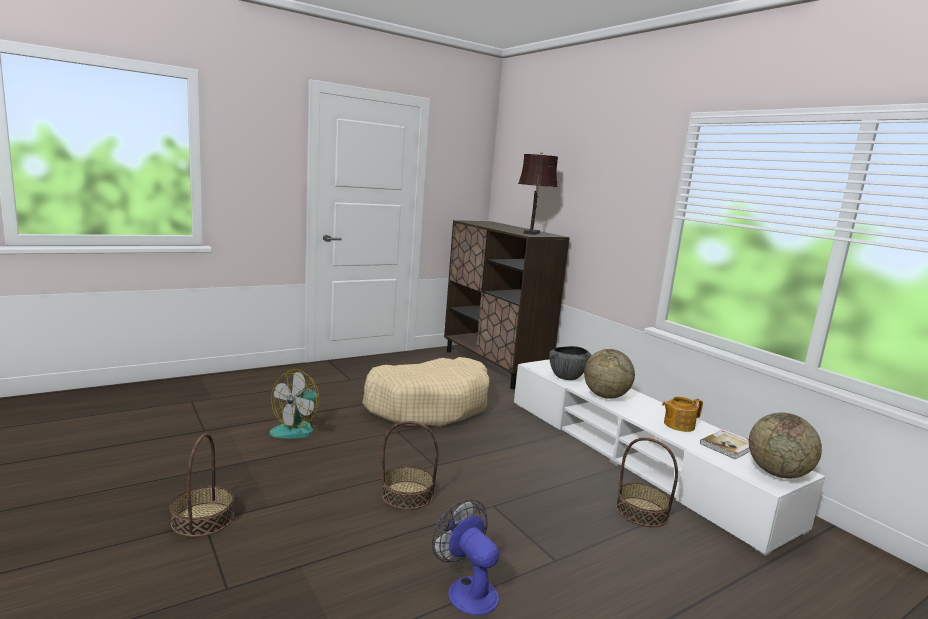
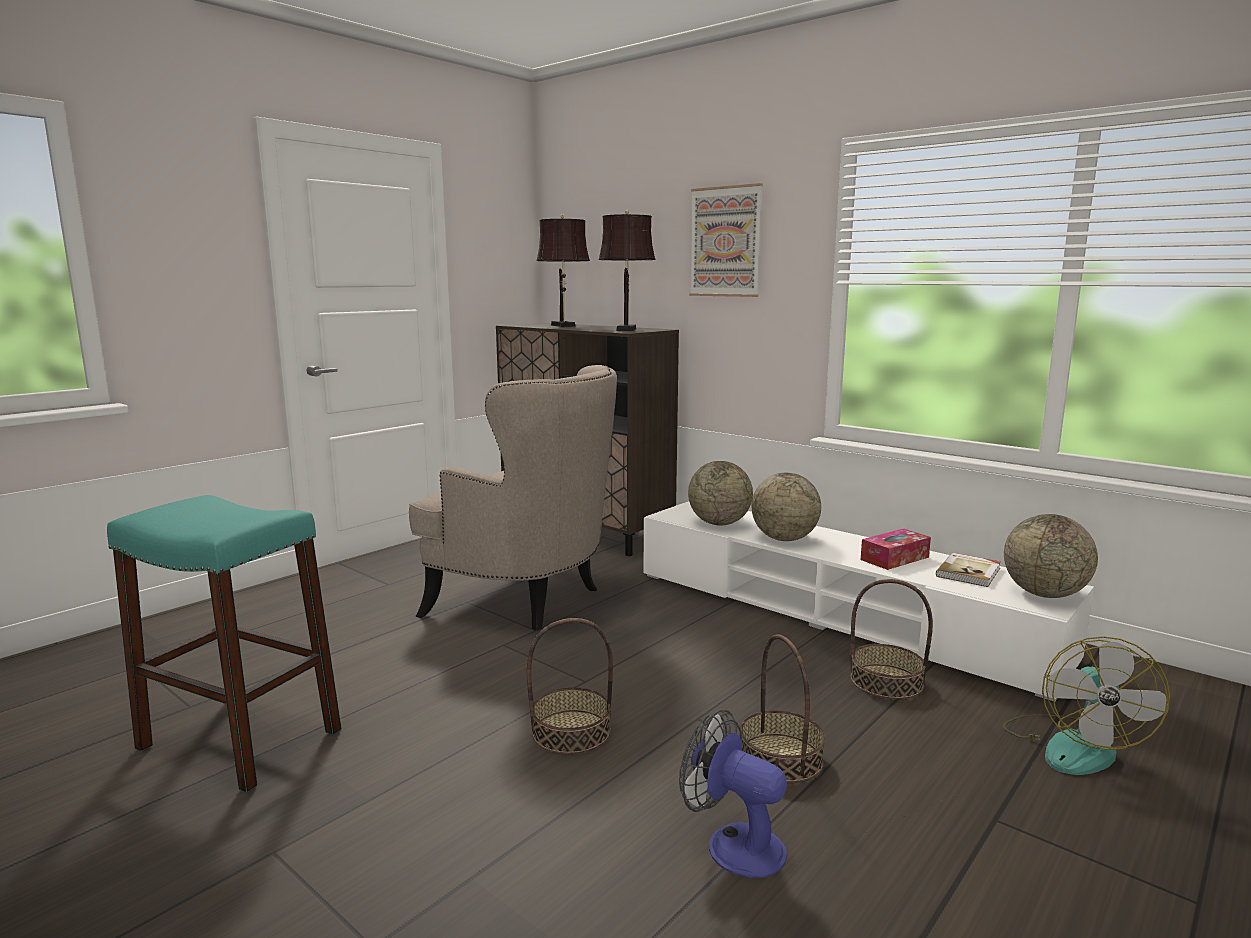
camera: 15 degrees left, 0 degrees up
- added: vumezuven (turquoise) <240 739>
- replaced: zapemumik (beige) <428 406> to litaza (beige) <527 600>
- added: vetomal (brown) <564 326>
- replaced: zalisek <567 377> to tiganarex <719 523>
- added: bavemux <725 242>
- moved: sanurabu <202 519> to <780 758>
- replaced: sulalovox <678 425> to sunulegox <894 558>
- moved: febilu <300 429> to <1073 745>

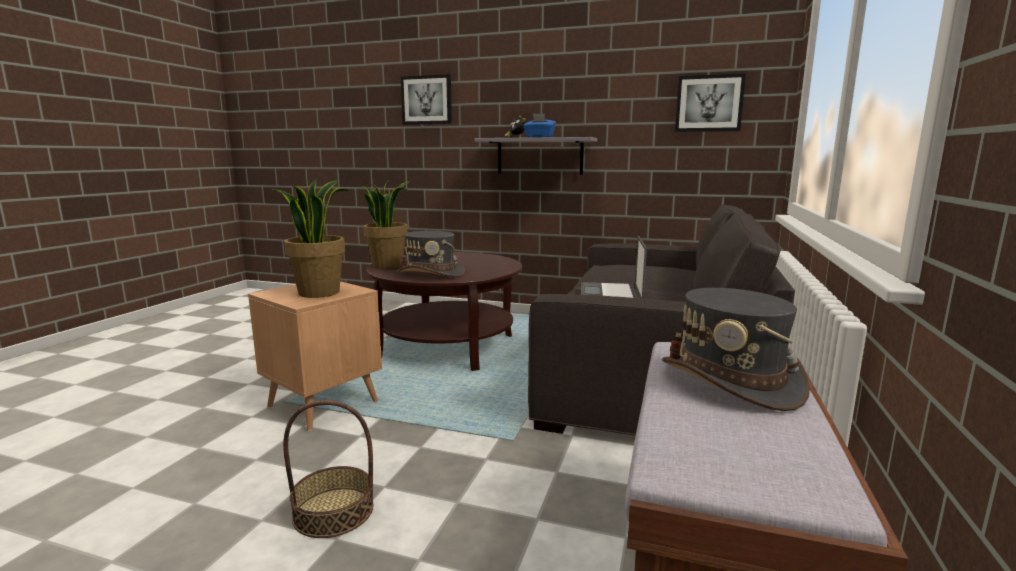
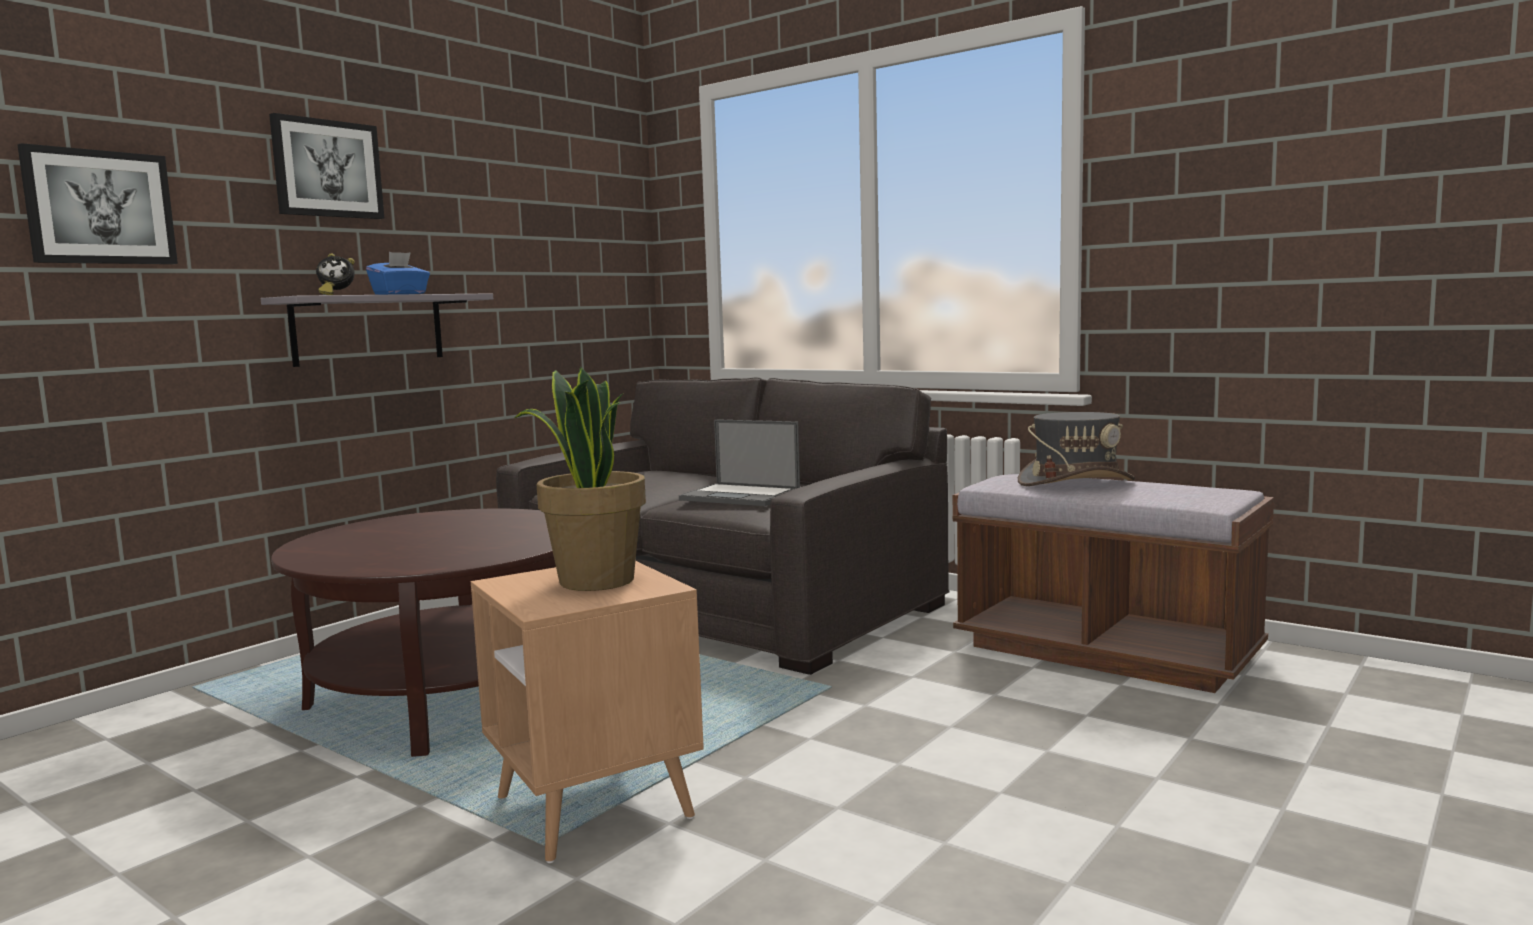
camera: 70 degrees left, 5 degrees down
- moved: bavemux <709 103> to <327 169>
- removed: sanurabu <333 512>
- removed: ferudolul <388 265>
- removed: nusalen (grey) <431 273>

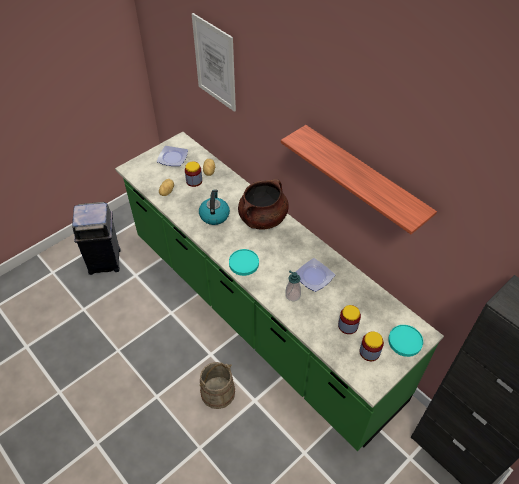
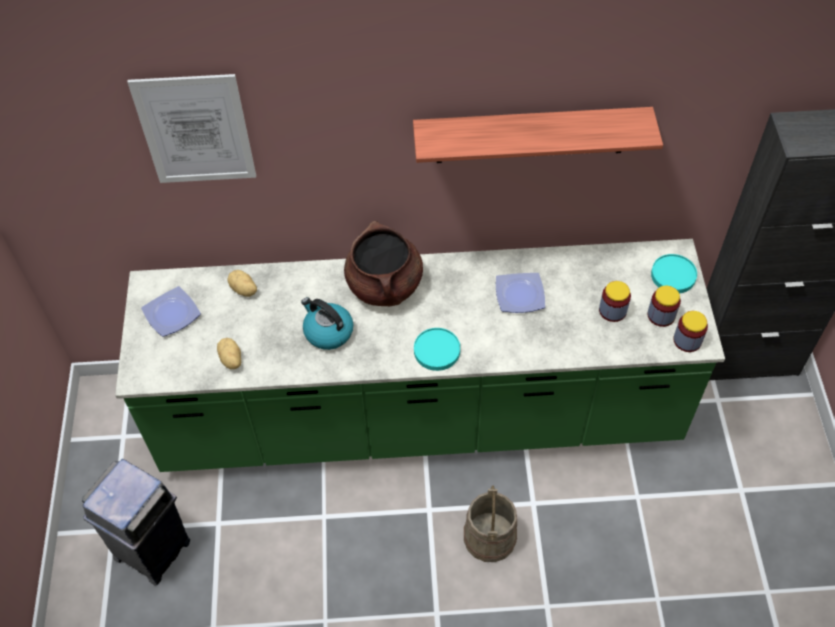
camera: 50 degrees left, 5 degrees up
- moved: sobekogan <194 181> to <687 340>
- removed: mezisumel <293 295>

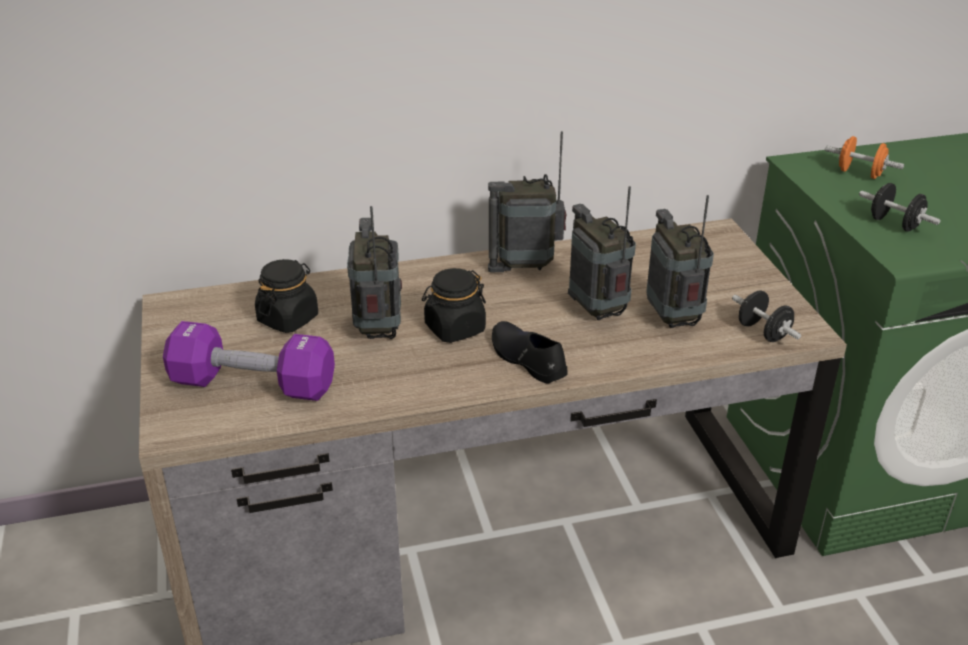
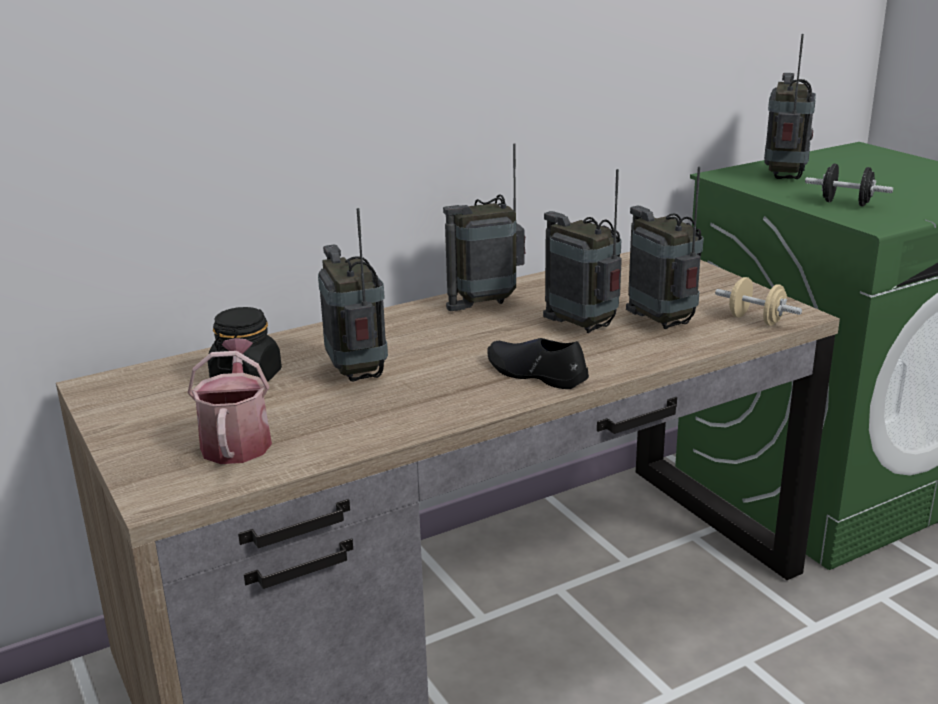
camera: 15 degrees left, 10 degrees down
- replaced: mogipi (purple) <253 384> to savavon <237 440>
- recoloured: mogipi (black) <763 332> to mogipi (beige) <756 320>
- replaced: mogipi (orange) <859 173> to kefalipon <785 176>
- removed: sobekogan (black) <454 329>

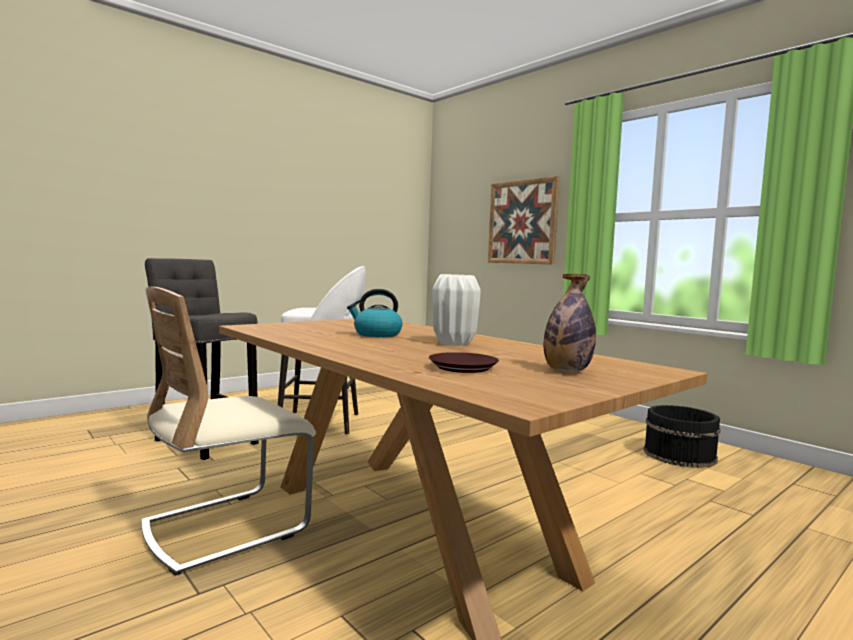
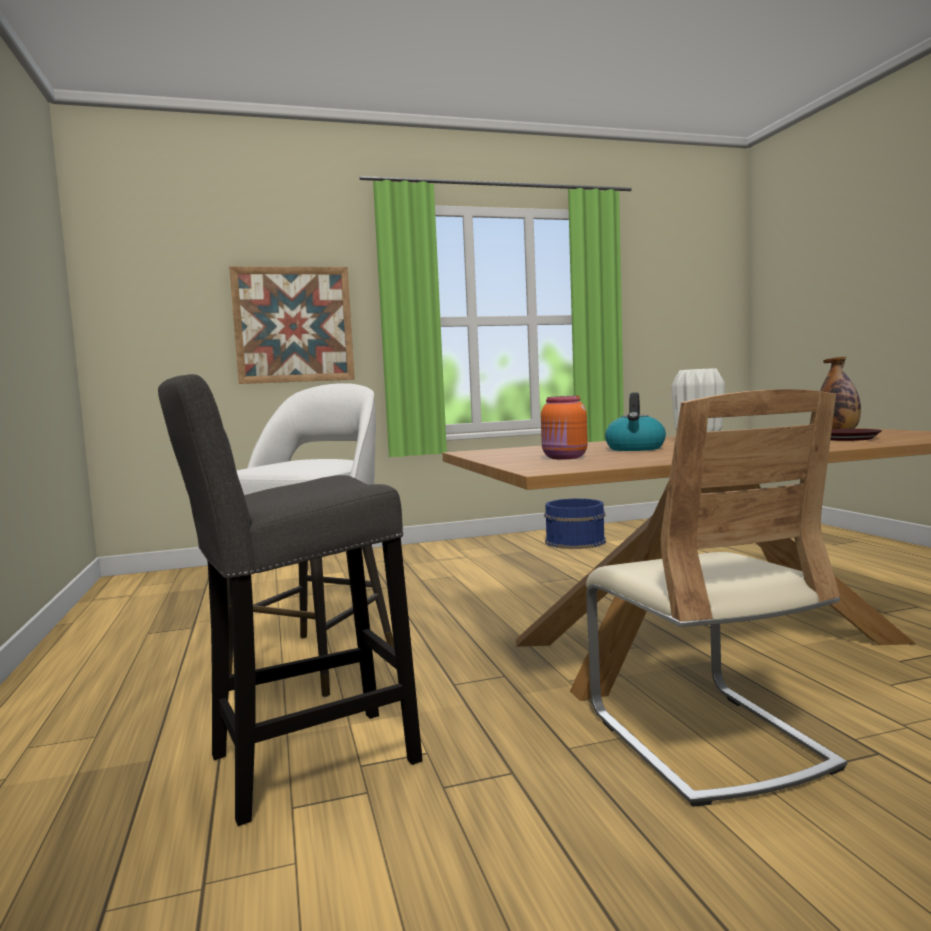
camera: 65 degrees left, 0 degrees up
- added: sobekogan (orange) <565 458>
- recoloured: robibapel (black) <679 454> to robibapel (blue) <574 541>

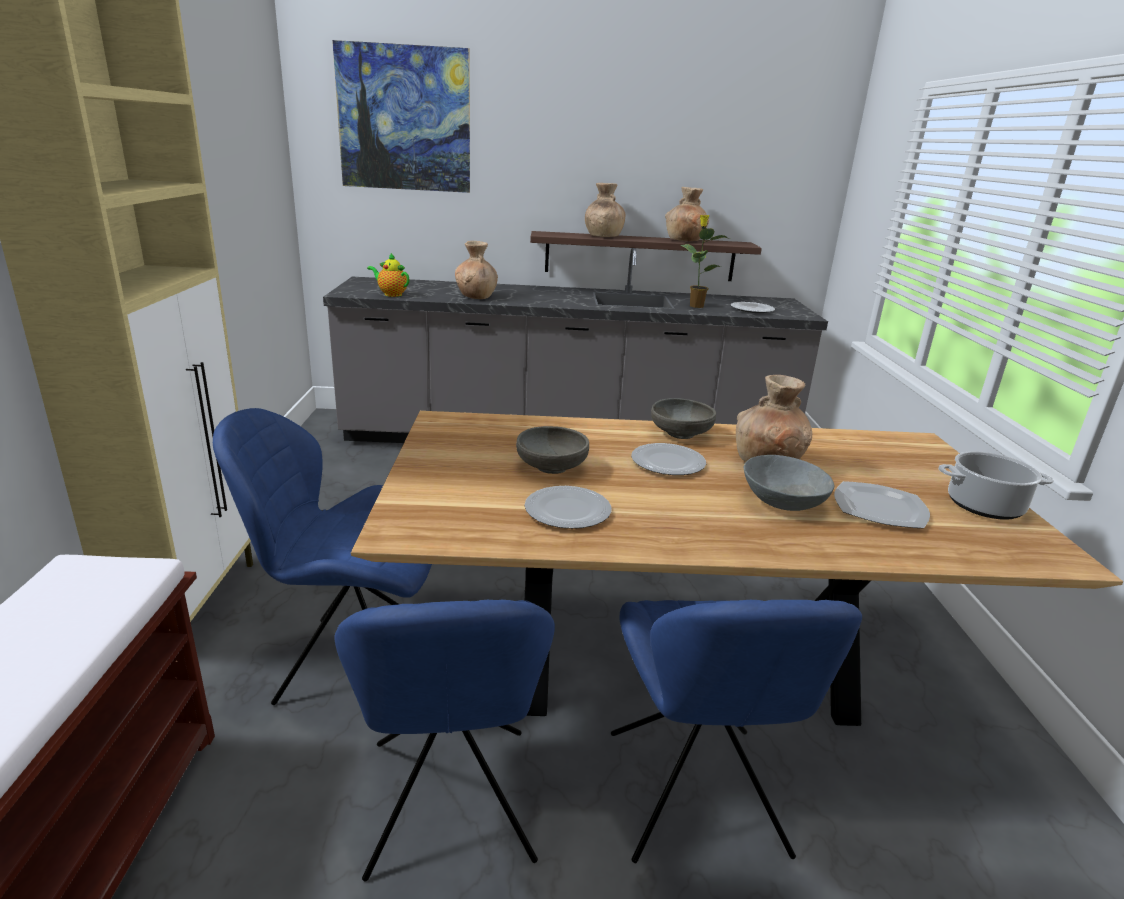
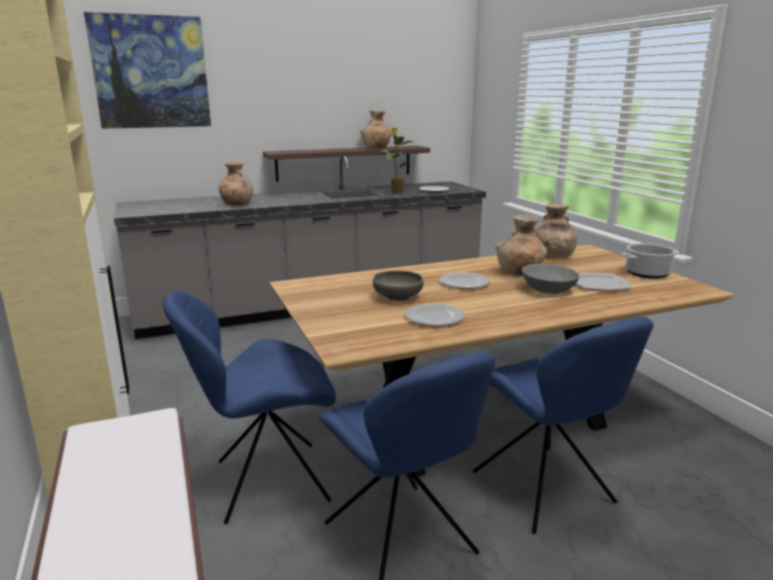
camera: 20 degrees left, 5 degrees down
- moved: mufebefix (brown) <603 236> to <552 256>
- removed: sulalovox <391 294>
- removed: zalisek (grey) <681 433>

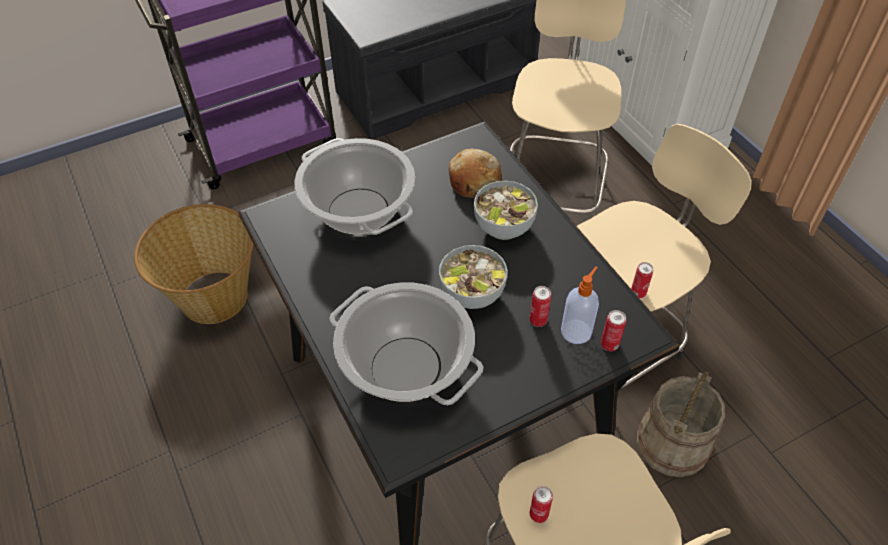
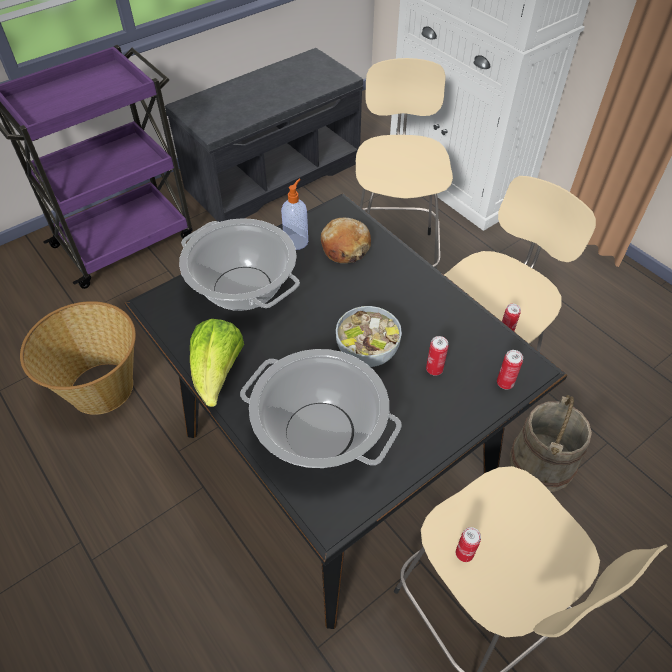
camera: 10 degrees left, 0 degrees up
- added: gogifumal <218 374>
- moved: mezisumel <576 331> to <296 241>
- removed: zalisek <504 227>

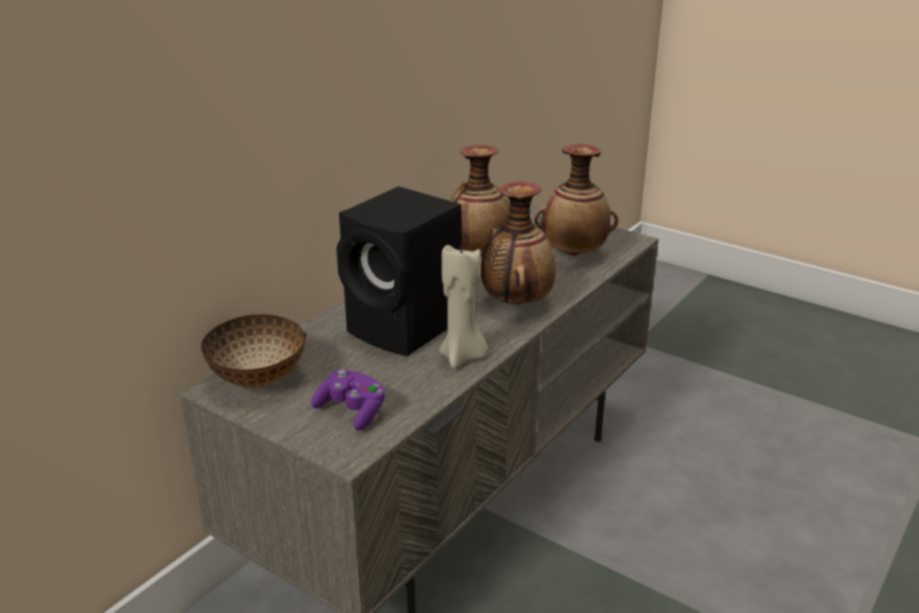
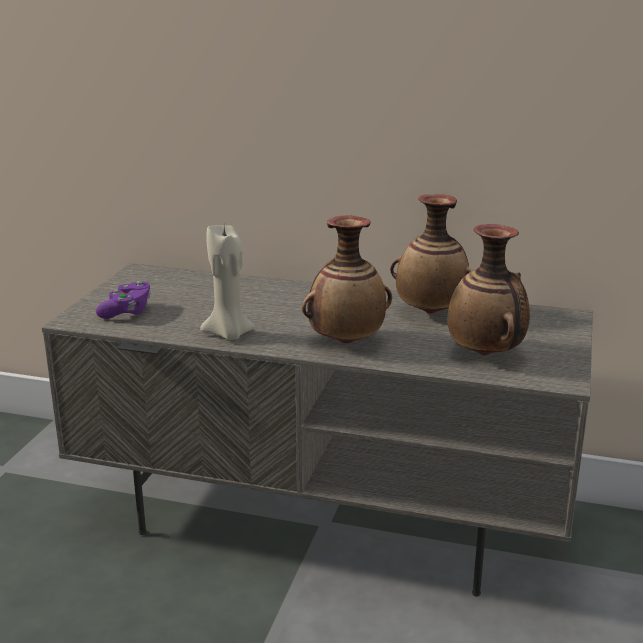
camera: 70 degrees right, 5 degrees down
- removed: zalisek <257 380>
- removed: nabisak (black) <406 329>

